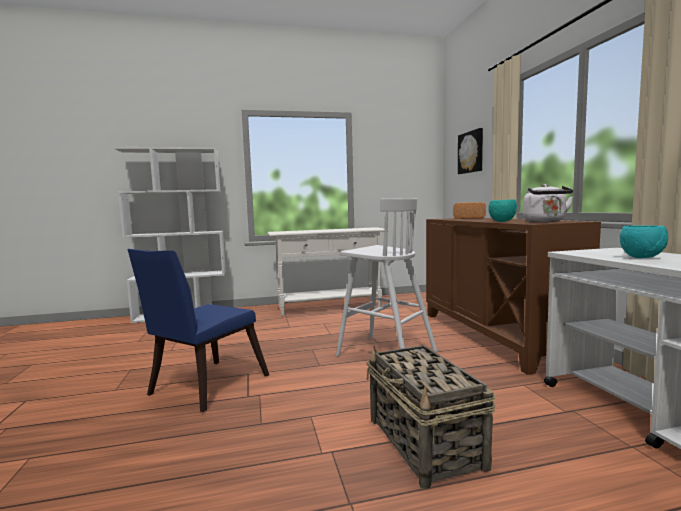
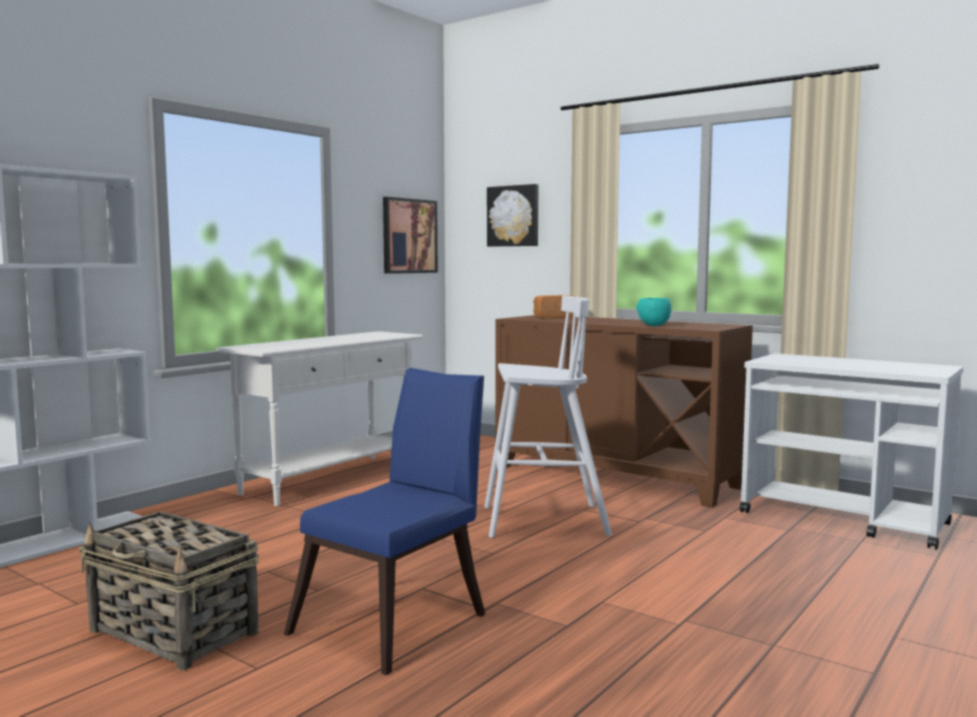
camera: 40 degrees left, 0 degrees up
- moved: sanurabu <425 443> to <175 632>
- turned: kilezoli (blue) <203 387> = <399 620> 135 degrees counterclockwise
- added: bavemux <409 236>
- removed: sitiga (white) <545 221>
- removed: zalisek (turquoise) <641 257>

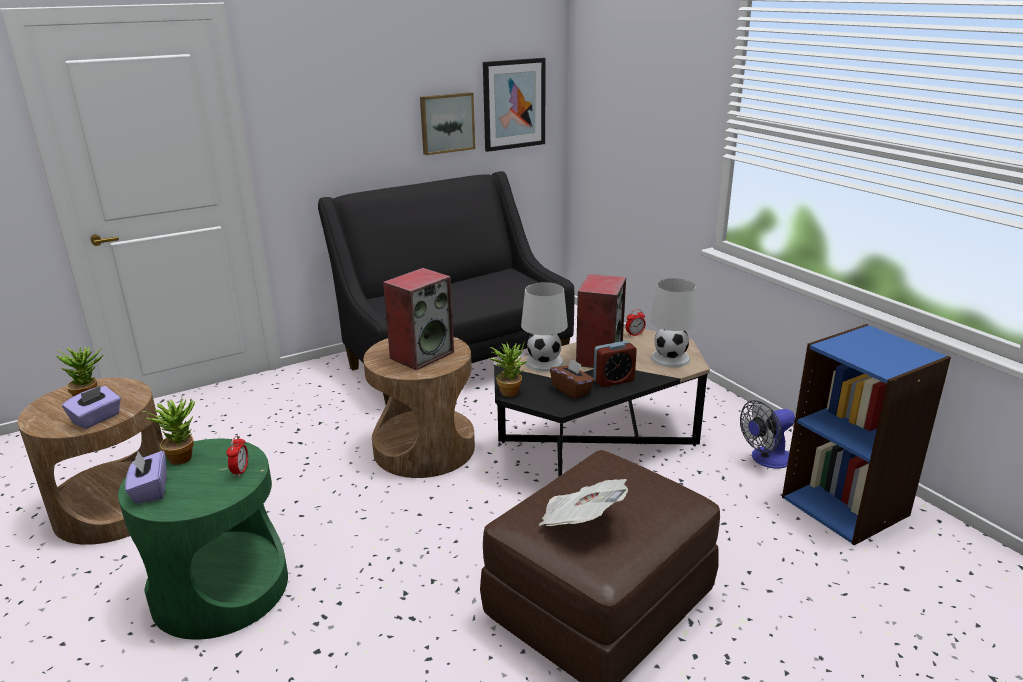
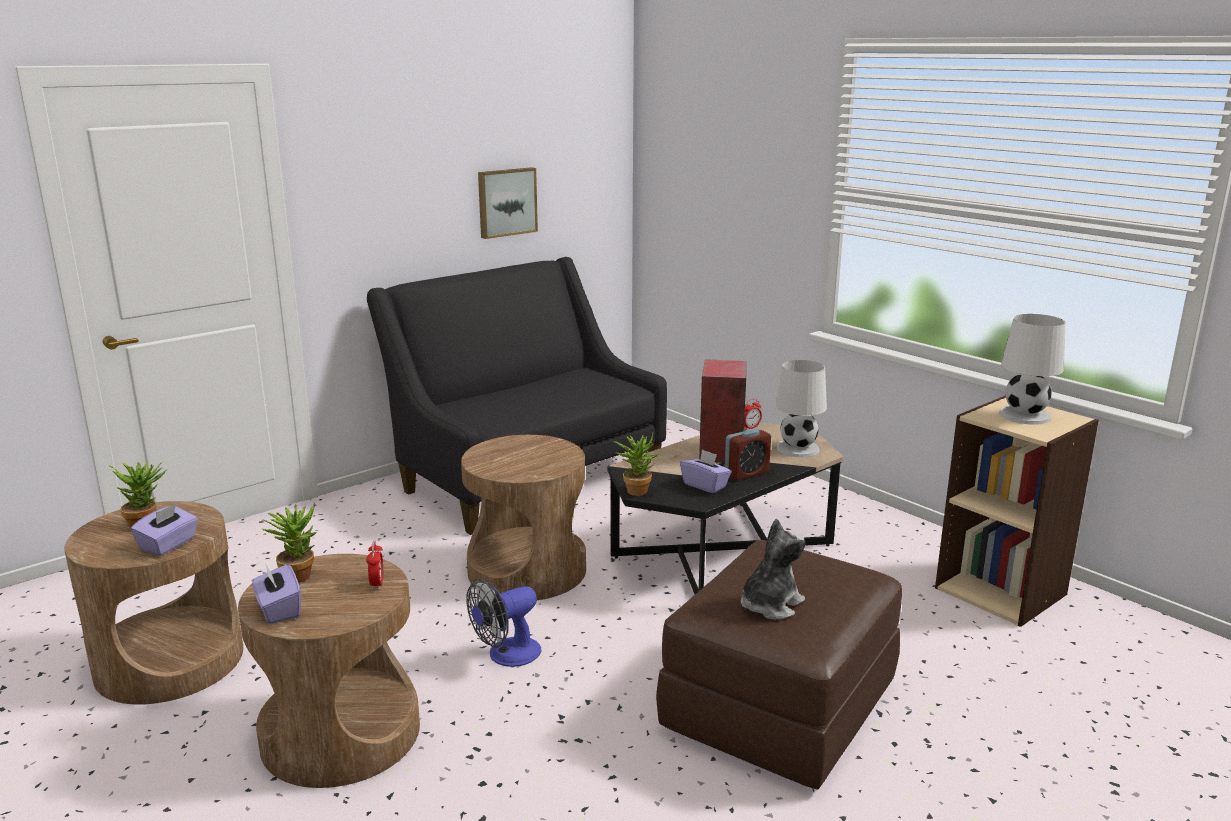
camera: 10 degrees left, 5 degrees down
- recoloured: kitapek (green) <220 588> to kitapek (brown) <341 733>
- moved: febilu <766 459> to <506 655>
- recoloured: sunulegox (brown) <572 390> to sunulegox (purple) <705 485>
- replaced: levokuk <581 521> to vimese <769 605>
- recoloured: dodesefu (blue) <846 506> to dodesefu (beige) <1001 591>
- moved: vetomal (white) <544 363> to <1025 416>
- removed: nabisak <422 355>
- removed: bavemux <514 104>

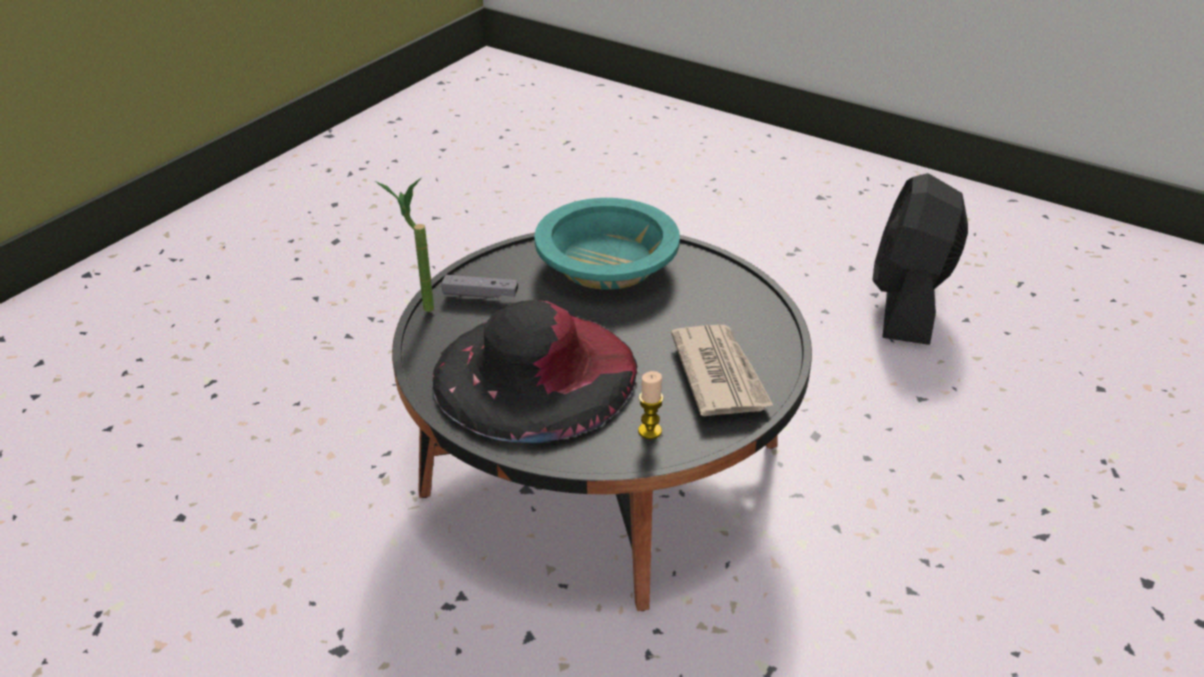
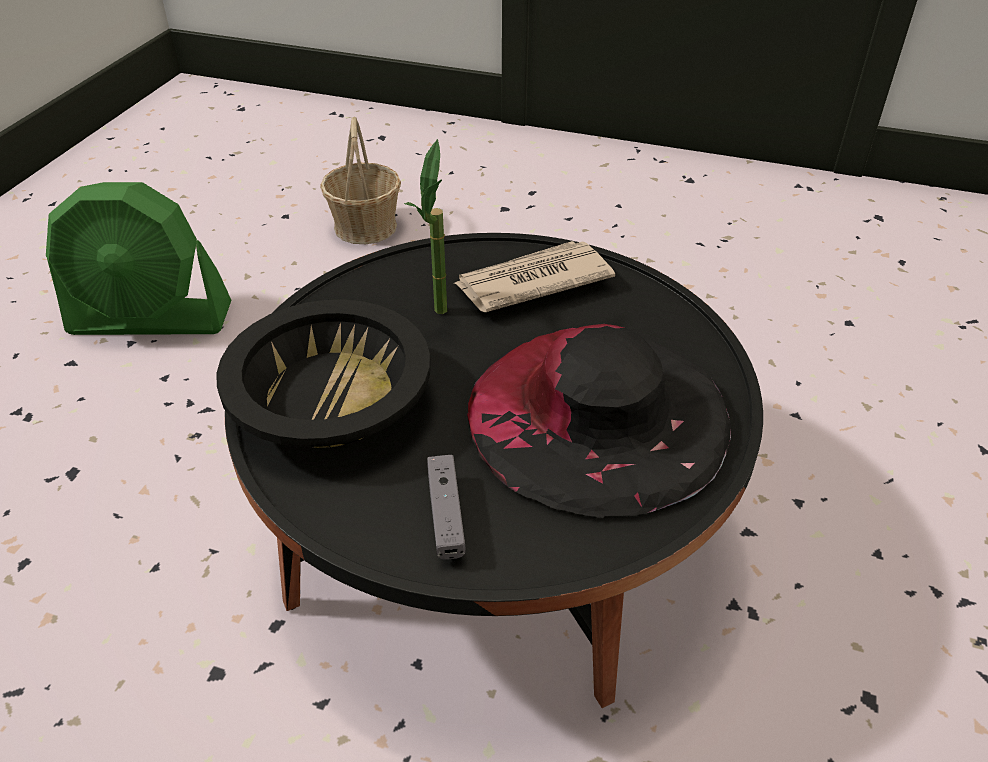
camera: 105 degrees left, 5 degrees up
- recoloured: febilu (black) <908 304> to febilu (green) <151 319>
- recoloured: zalisek (turquoise) <606 263> to zalisek (black) <331 398>
- added: sanurabu <366 226>
- moved: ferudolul <418 306> to <440 318>
- removed: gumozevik <650 431>

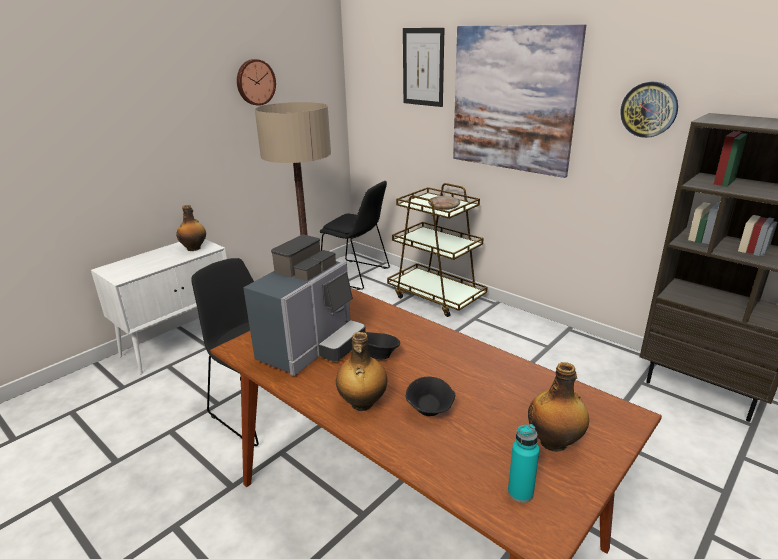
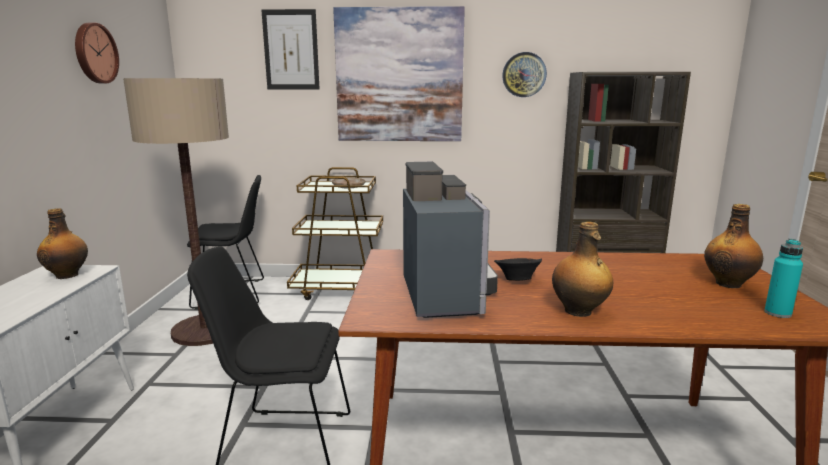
camera: 40 degrees left, 10 degrees down
- removed: zalisek (black) <430 411>

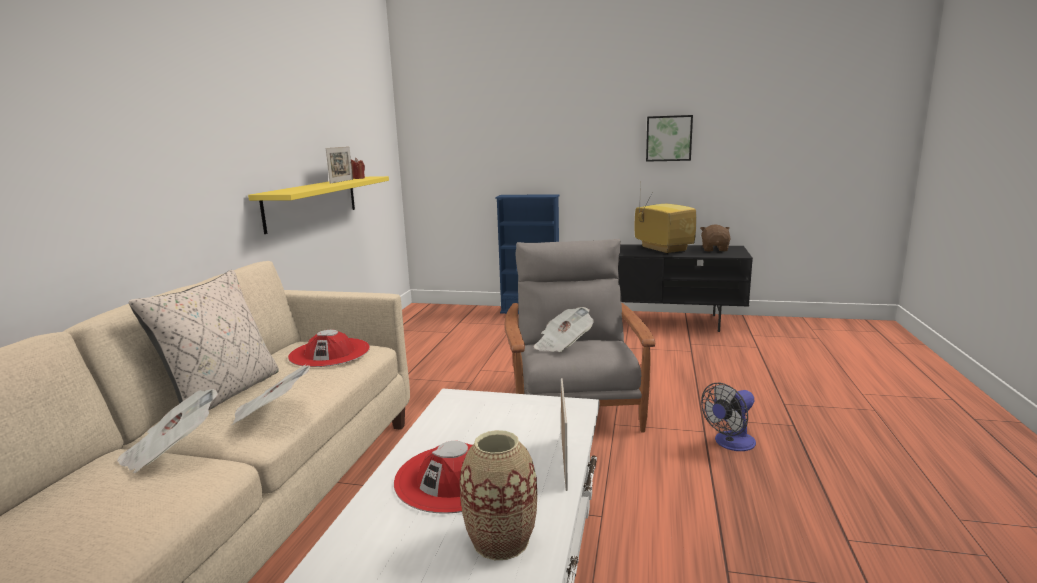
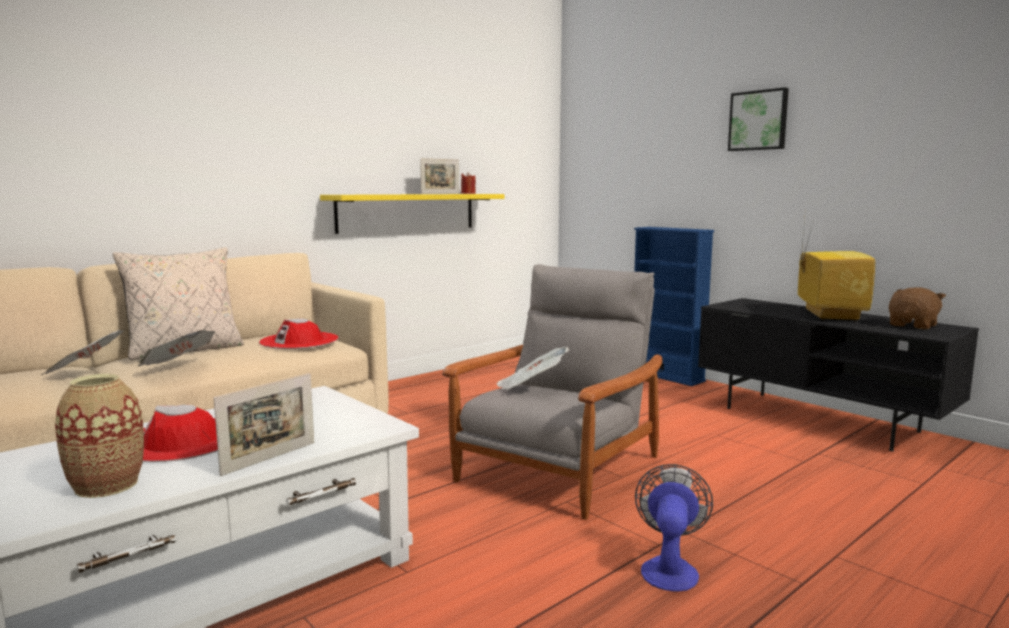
camera: 35 degrees right, 5 degrees down
- turned: febilu <730 443> = <669 568> 105 degrees clockwise
- moved: bavemux <668 138> to <758 120>

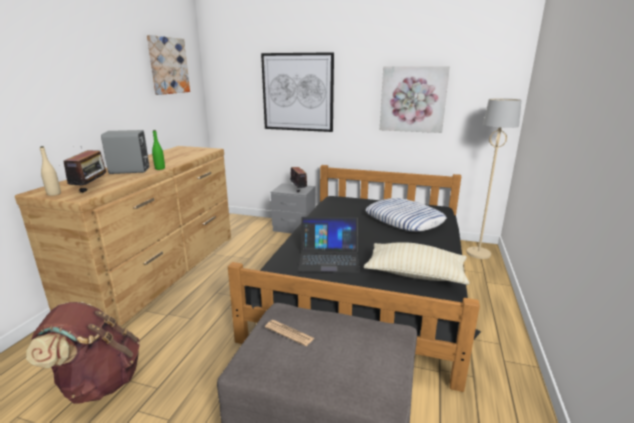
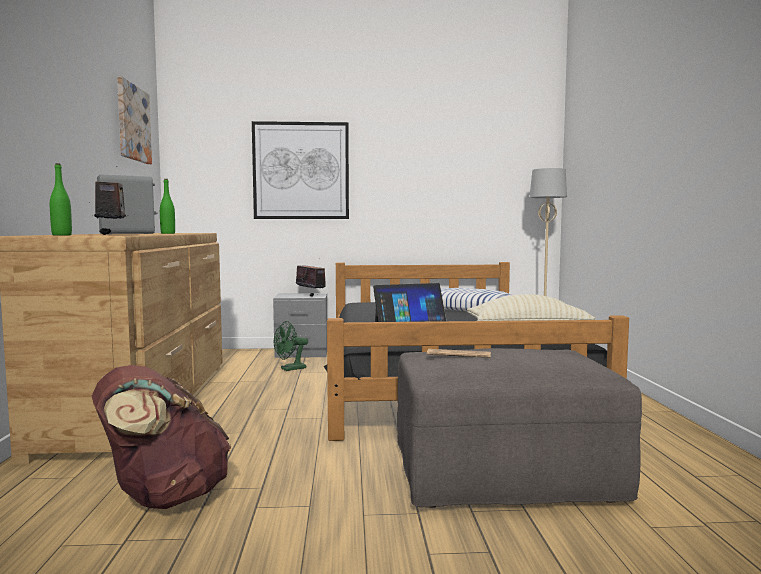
camera: 20 degrees left, 15 degrees down
- recoloured: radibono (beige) <54 194> to radibono (green) <61 235>
- added: febilu (green) <290 369>
- removed: bavemux <413 99>

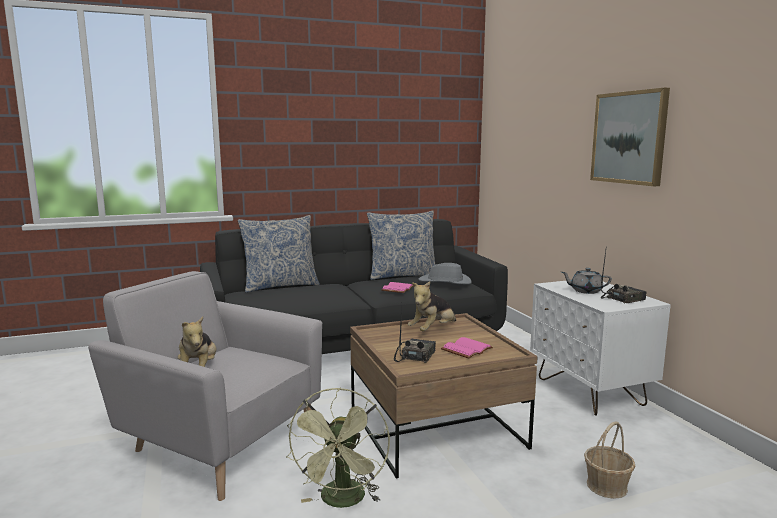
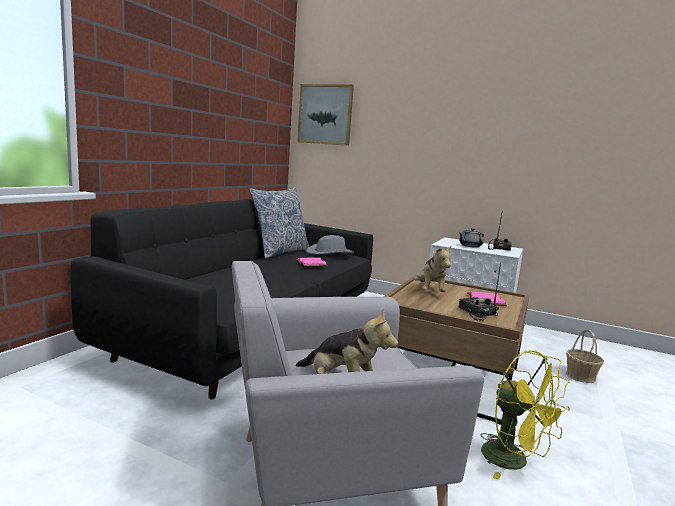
camera: 45 degrees left, 0 degrees up
- moved: bavemux <629 137> to <325 114>
- recoloured: febilu (green) <342 501> to febilu (yellow) <514 461>
- removed: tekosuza <280 286>

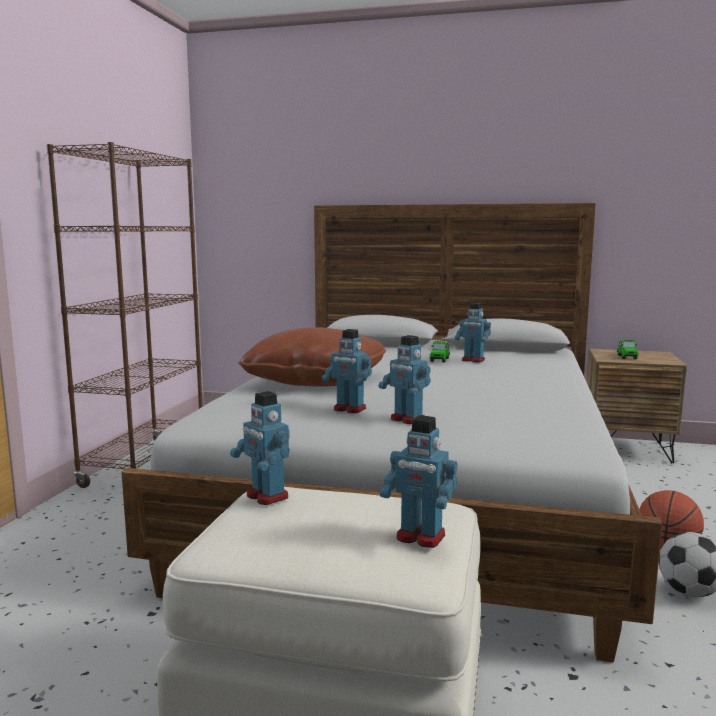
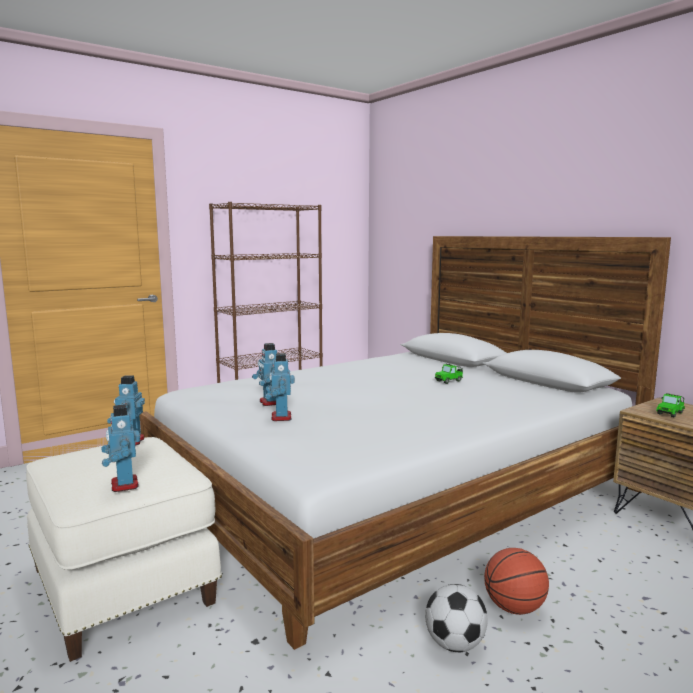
camera: 40 degrees right, 0 degrees up
- removed: tekosuza (brown) <315 381>
- removed: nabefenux <473 360>

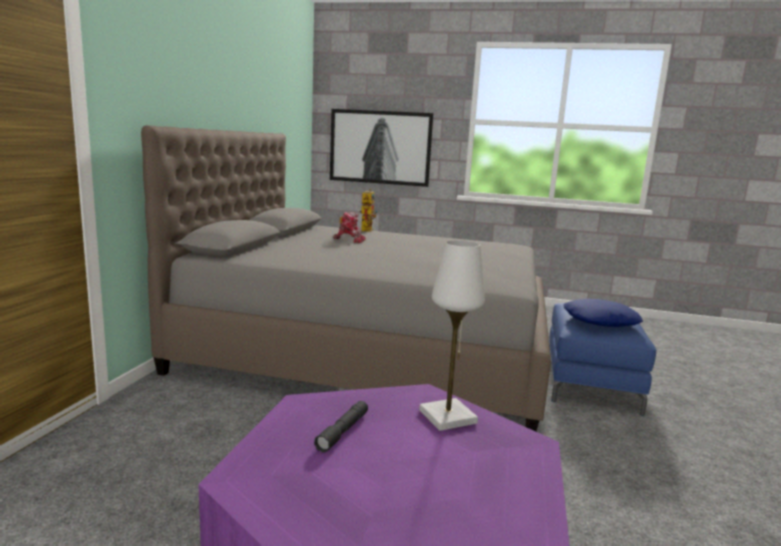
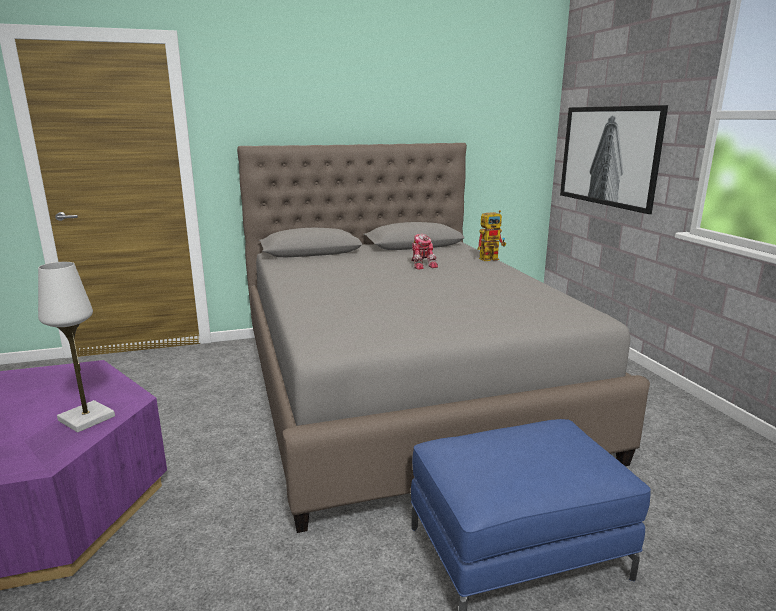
camera: 60 degrees right, 5 degrees up
- removed: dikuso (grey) <343 431>
- removed: tekosuza (blue) <600 320>

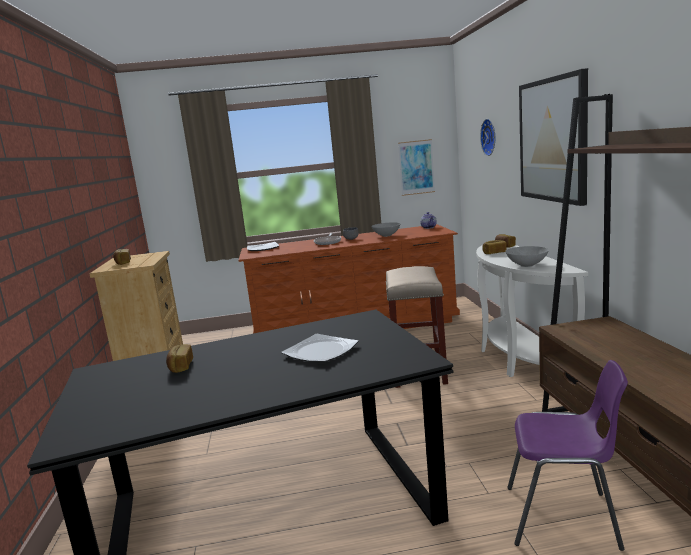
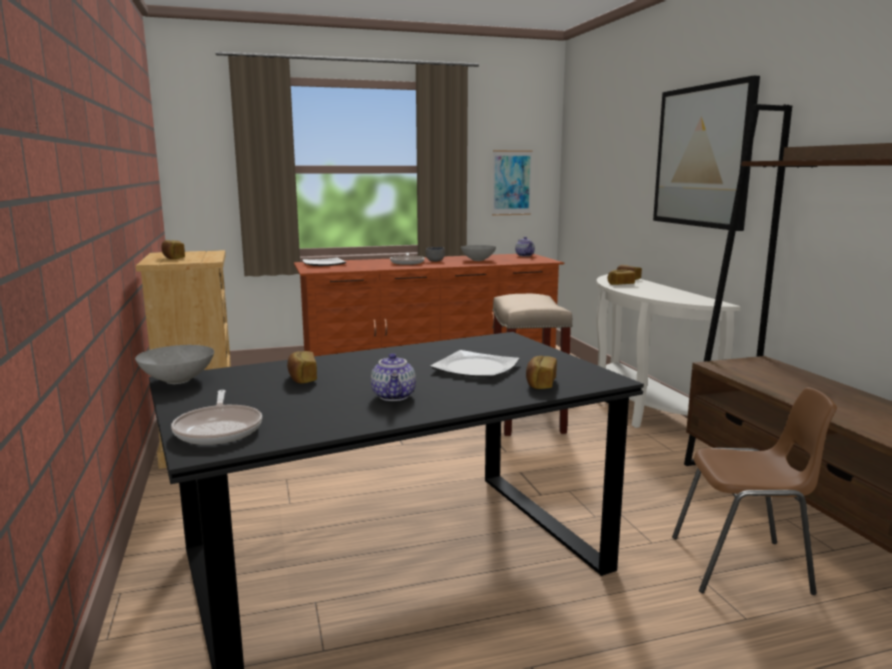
camera: 10 degrees left, 0 degrees up
- moved: zalisek (grey) <527 265> to <179 380>
- added: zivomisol <219 429>
- added: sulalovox <394 396>
- added: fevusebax <540 383>
- recoloured: kilezoli (purple) <564 518> to kilezoli (brown) <743 566>
- removed: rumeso <490 137>

